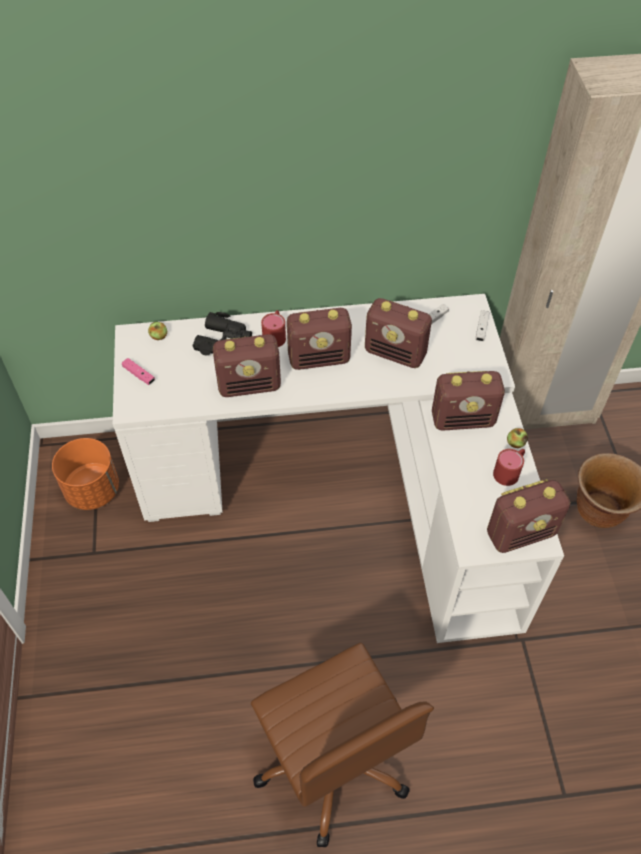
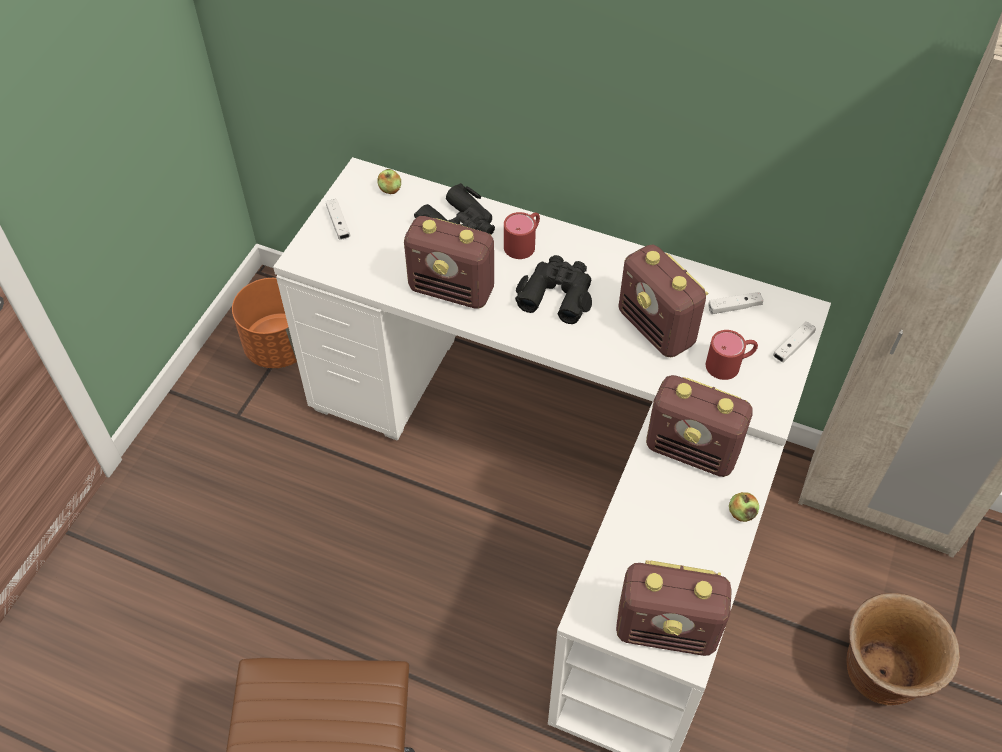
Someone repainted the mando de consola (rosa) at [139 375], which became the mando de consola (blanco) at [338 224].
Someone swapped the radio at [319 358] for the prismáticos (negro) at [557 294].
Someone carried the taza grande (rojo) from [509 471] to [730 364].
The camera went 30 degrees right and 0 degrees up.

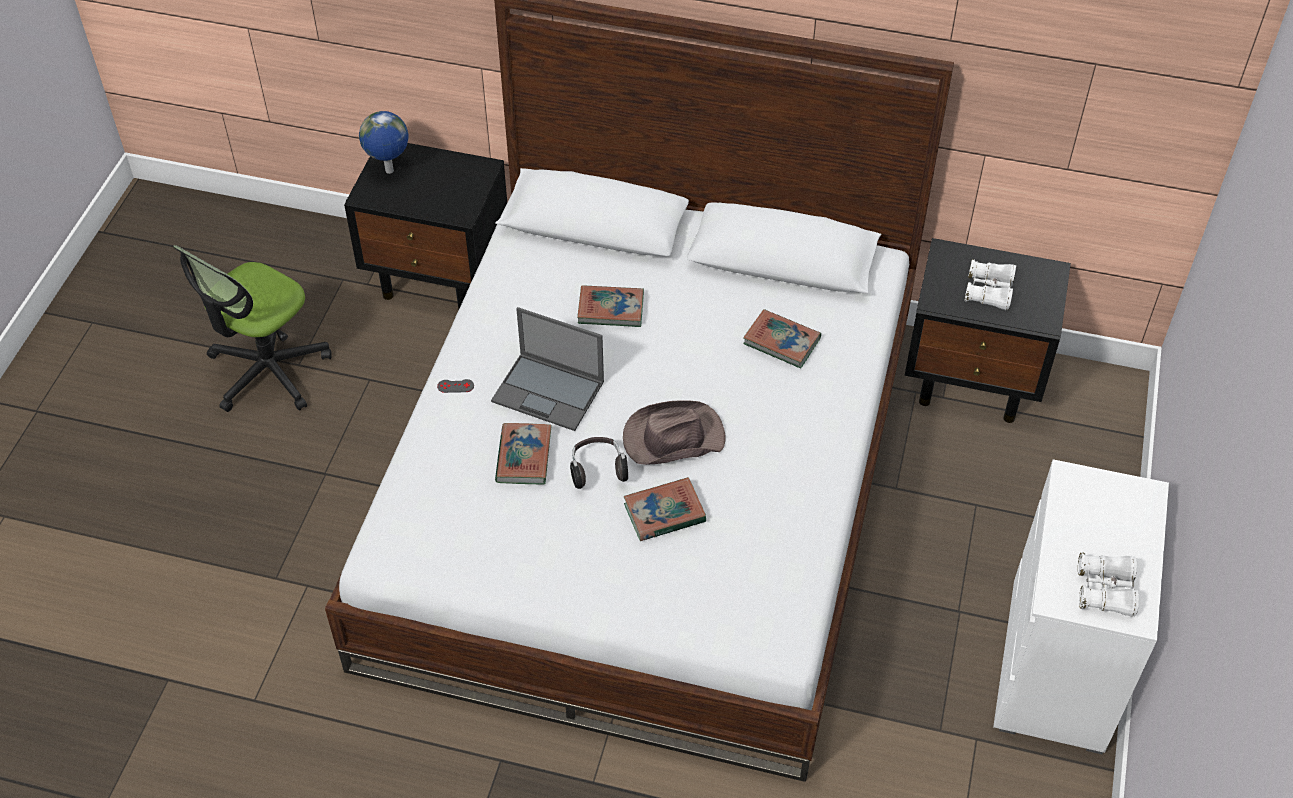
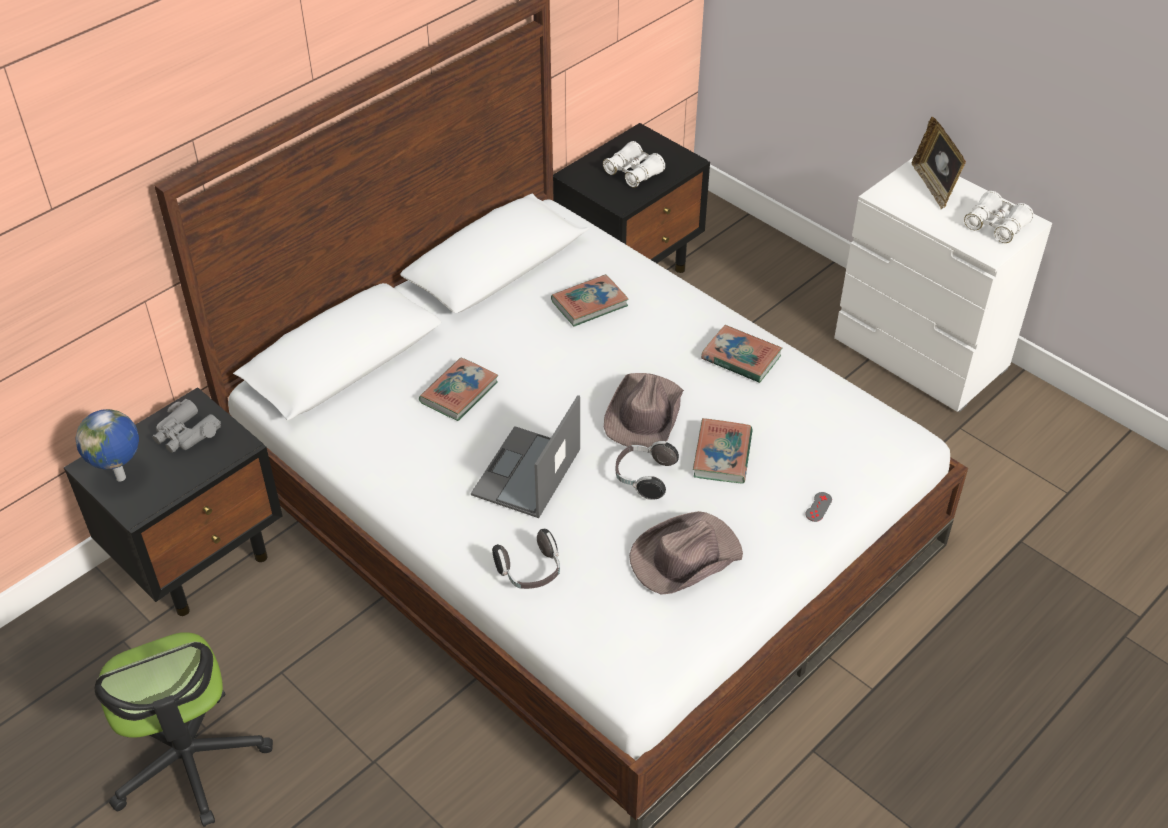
Someone carried the mando de consola (gris) from [455 386] to [818 507].
Someone rotated the portátil at [549 392] by 150 degrees clockwise.
Someone carried the libro from [524 457] to [741 358].
Someone put down the prismáticos (gris) at [185 434].
Someone put down the auriculares at [530 572].
Someone put down the sombrero (marrón) at [684 557].
Someone put down the portarretratos at [934 186].
The camera went 60 degrees left and 5 degrees down.

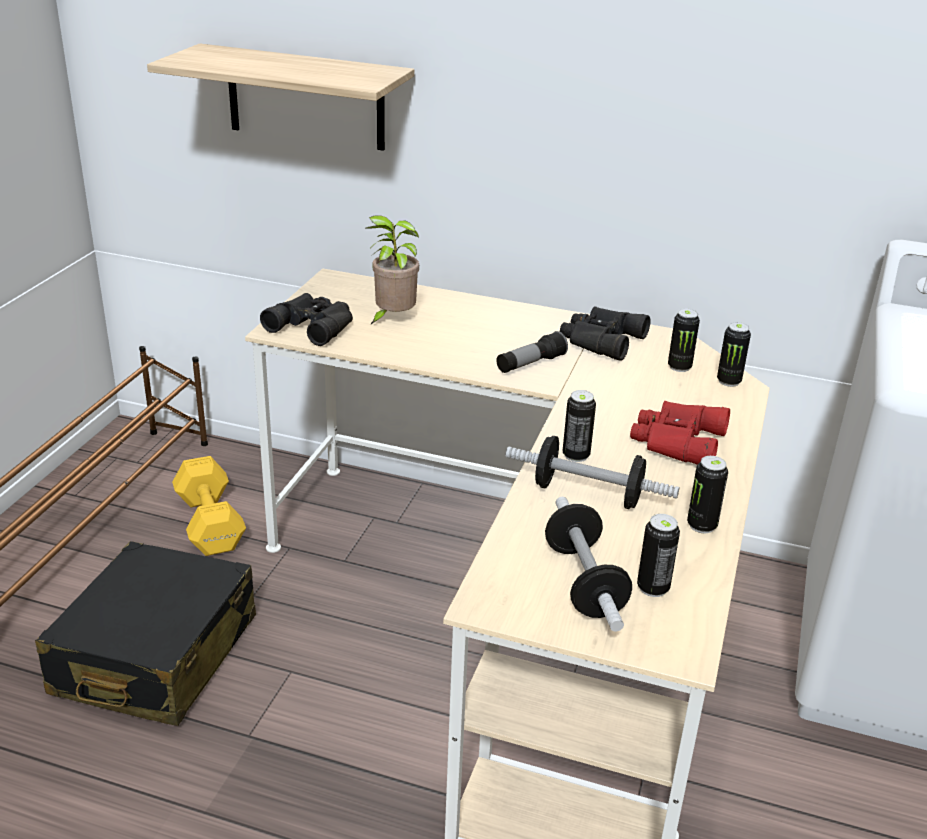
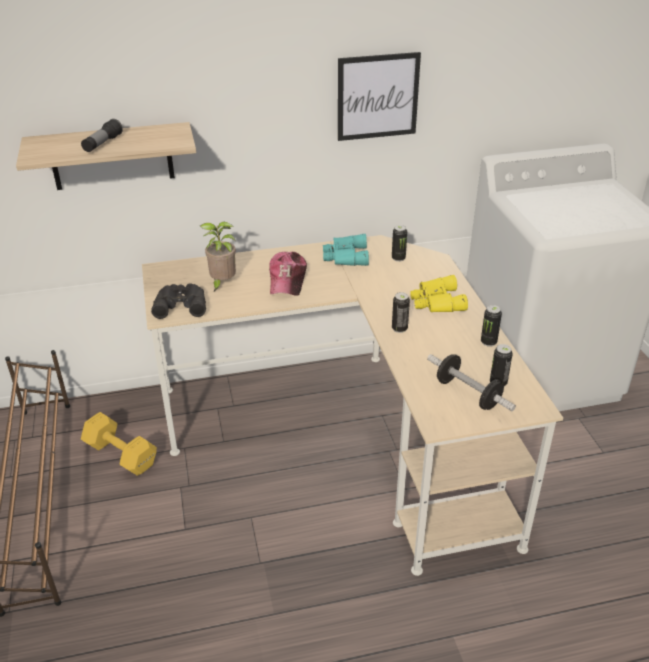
Someone took away the maleta (negro) at [155 656].
Someone carried the linterna from [530 364] to [102 144].
Someone took away the mancuerna at [588 494].
Someone repainted the prismáticos (negro) at [599 340], which became the prismáticos (turquesa) at [345 256].
Someone repainted the prismáticos (rojo) at [676 441], which became the prismáticos (amarillo) at [436 301].
Someone took away the lata at [728 381].
Someone put down the gorra at [287 280].
Someone put up the cuadro at [377 96].
The camera went 30 degrees left and 5 degrees up.

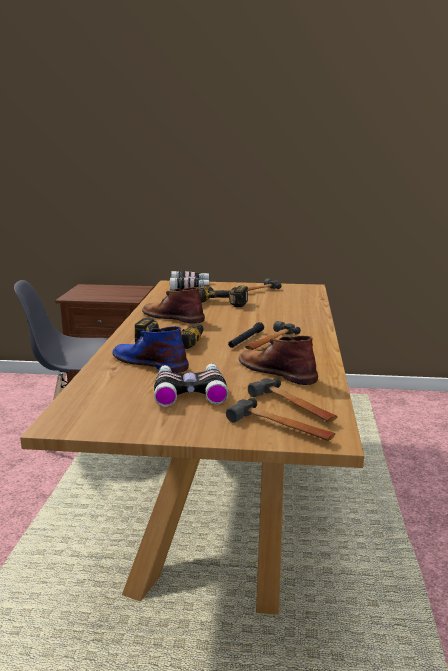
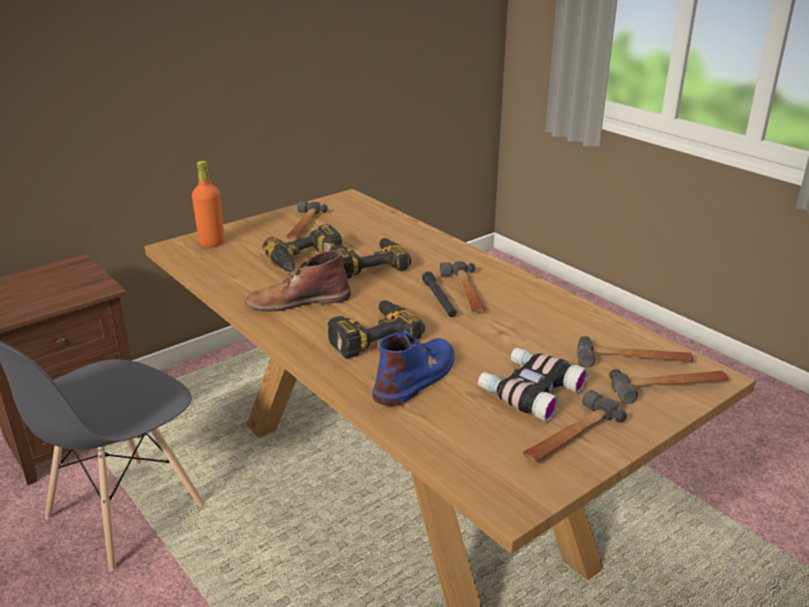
Someone rotated the bota (azul) at [149 362] by 135 degrees clockwise.
Someone swapped the prismáticos at [190 286] for the botella (naranja) at [212 243].
Someone took away the bota (marrón) at [276 371].
Someone put down the taladro at [367 264].
Someone put down the martillo at [570 436].
The camera went 45 degrees left and 10 degrees up.

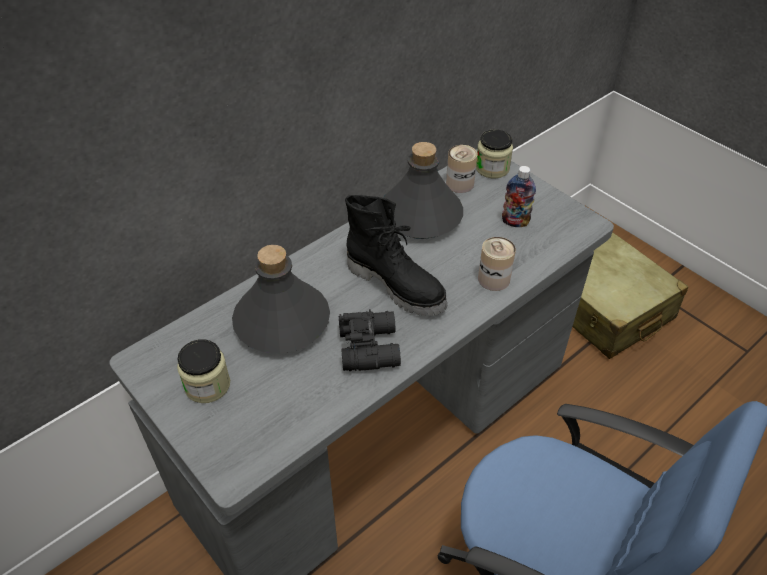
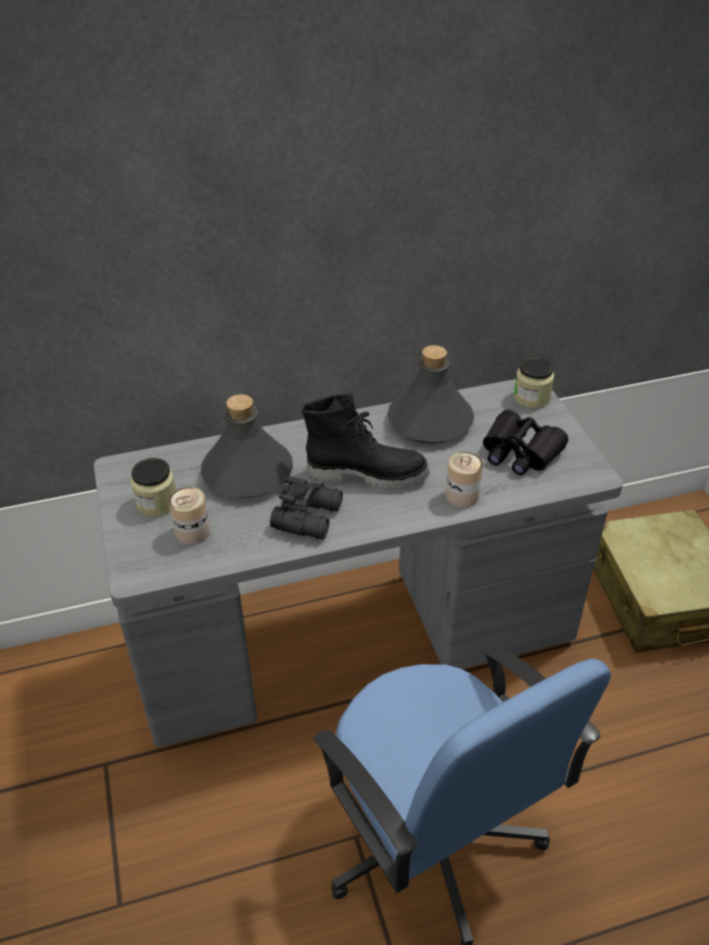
Someone rotated the bota (negro) at [397 285] by 60 degrees counterclockwise.
Someone carried the lata from [459 184] to [192 532].
Someone swapped the botella at [515 222] for the prismáticos (negro) at [520 452].
The camera went 25 degrees right and 5 degrees down.

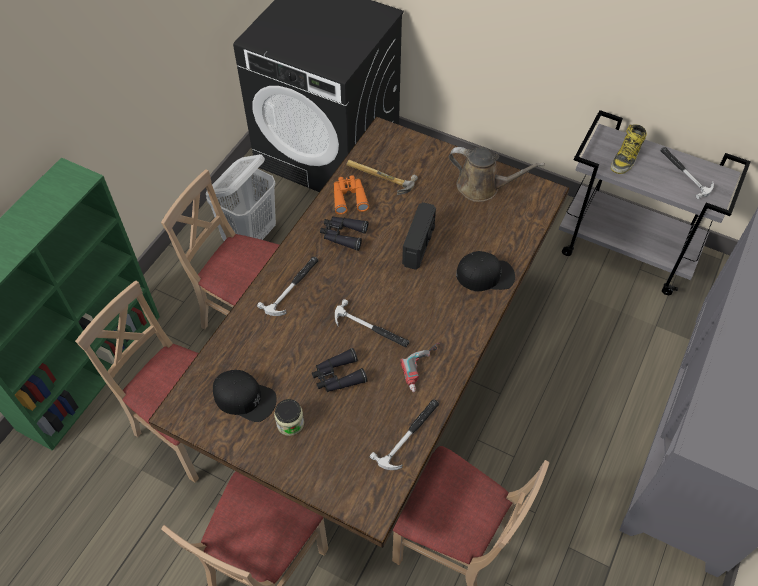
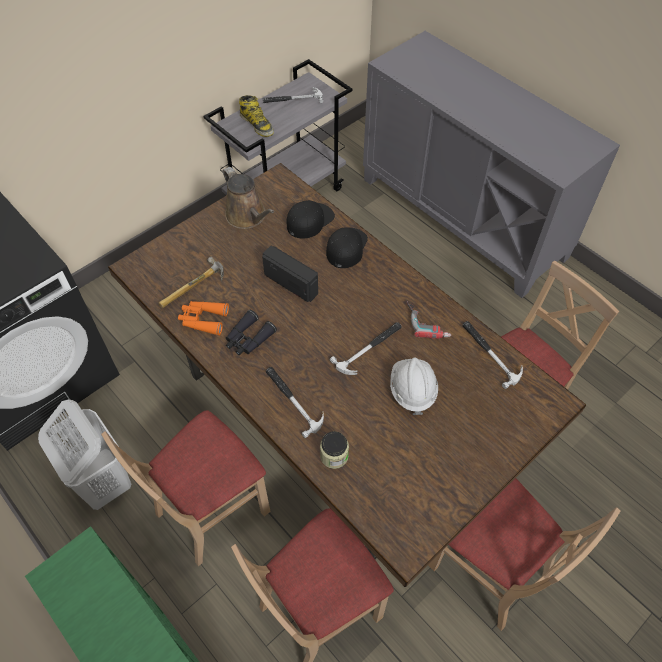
Someone carried the gorra (negro) from [245 398] to [310 220].
Someone carried the tarro from [290 423] to [334 456].
Someone swapped the prismáticos (negro) at [338 376] for the casco (blanco) at [412 390].
Someone rotated the regadera (marrón) at [482 187] by 105 degrees clockwise.
The camera went 70 degrees left and 0 degrees up.

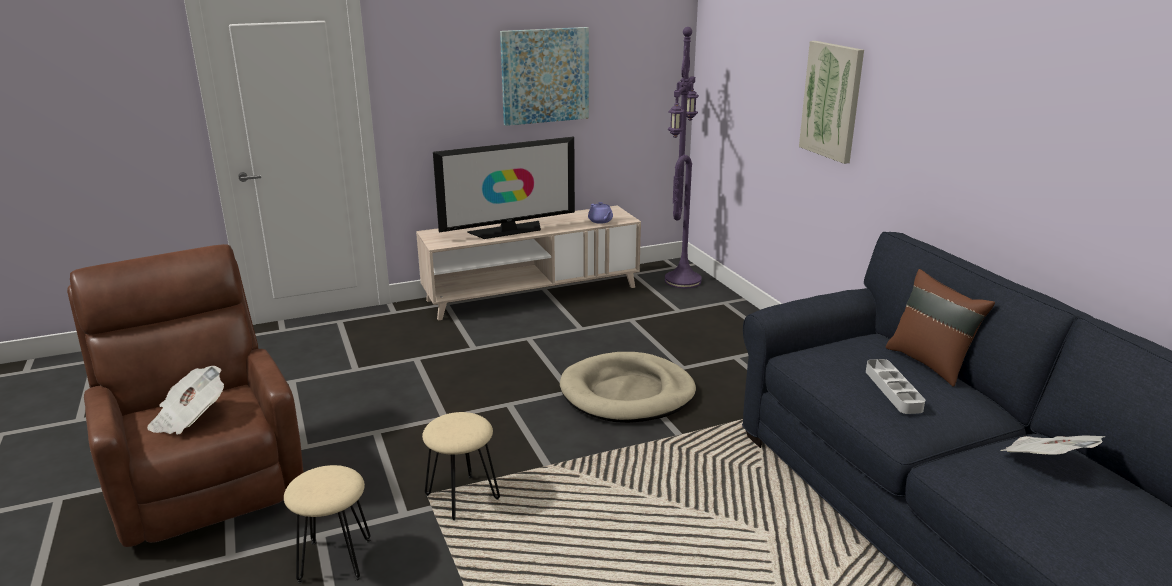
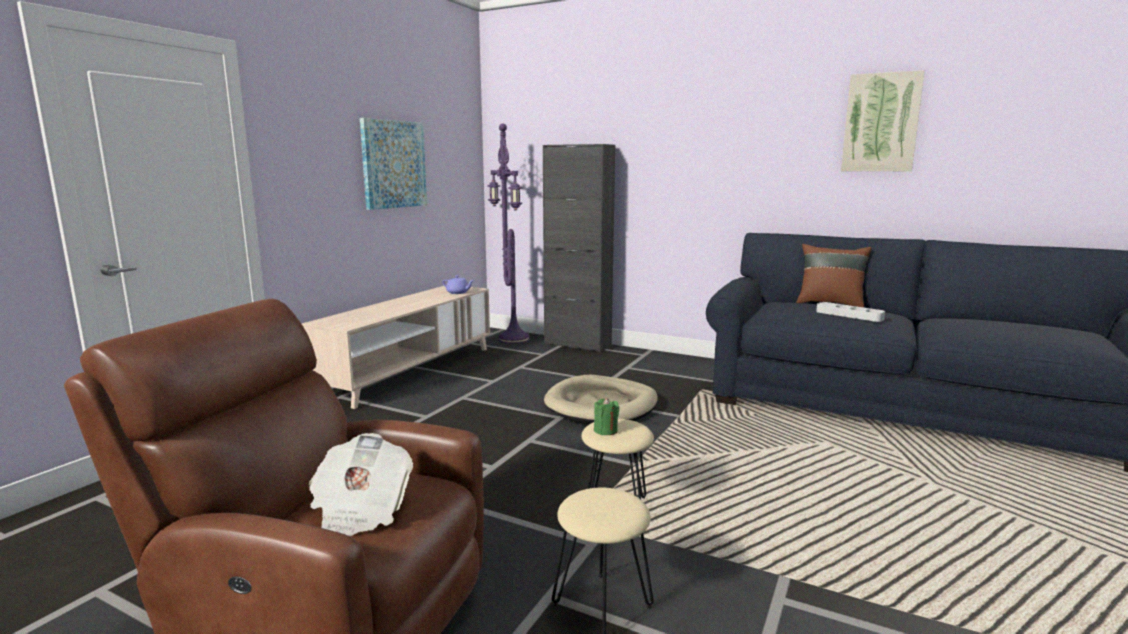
Someone took away the televisor at [508 230].
Someone carried the cuadro from [832 101] to [881 123].
Someone took away the periódico at [1045 463].
Someone put down the armario (negro) at [577 344].
Someone put down the vela (verde) at [605 431].
The camera went 40 degrees left and 10 degrees down.

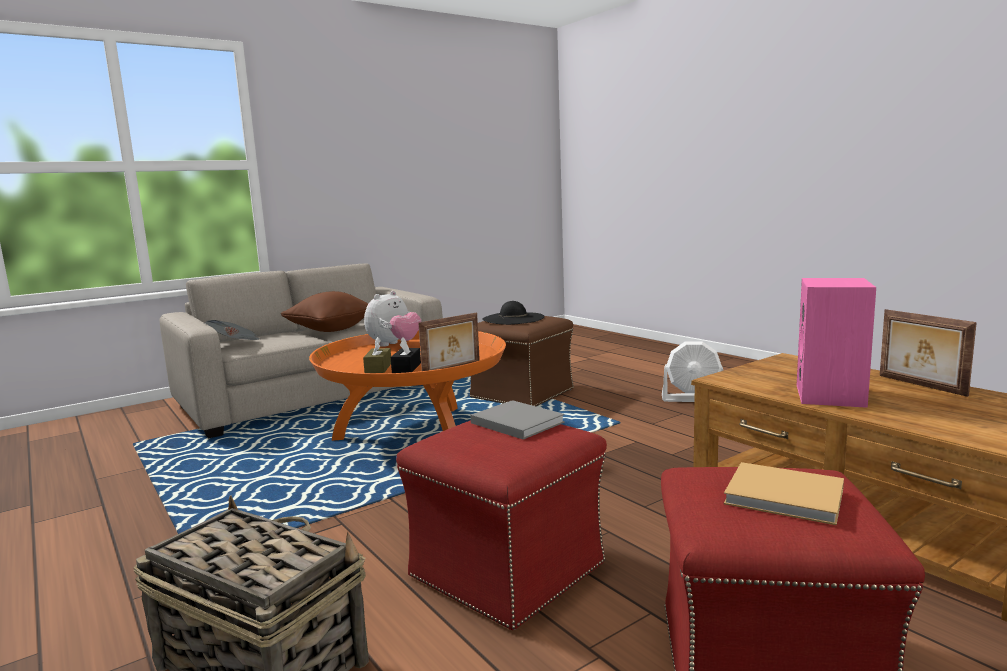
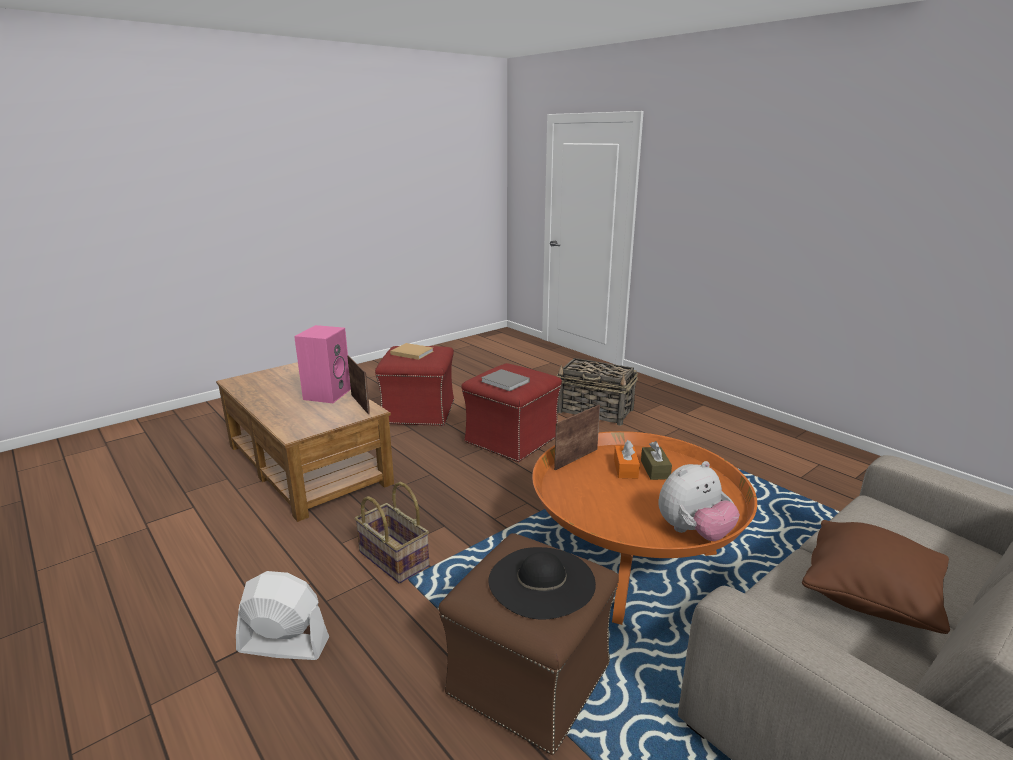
Someone took away the periódico at [234 345].
Someone rotated the peluche at [394 345] by 150 degrees counterclockwise.
Someone repainted the caja de pañuelos (negro) at [406 368], which became the caja de pañuelos (naranja) at [625 468].
Someone carried the portarretratos from [920 385] to [361 404].
Someone put down the cesta at [392 559].
The camera went 175 degrees right and 10 degrees up.

